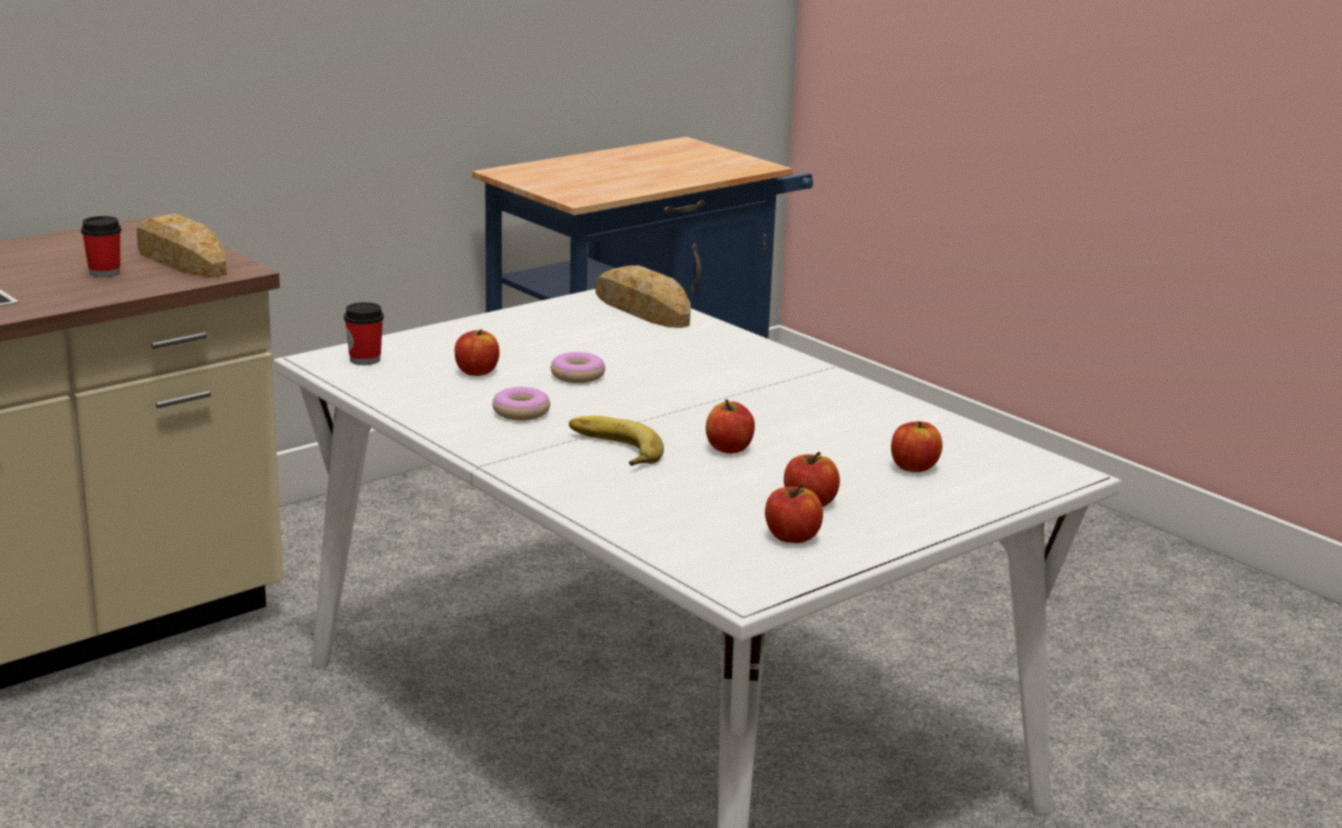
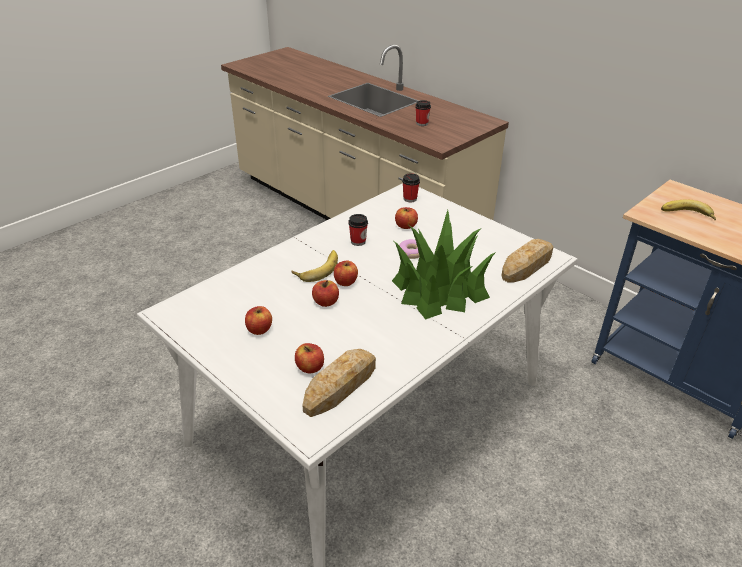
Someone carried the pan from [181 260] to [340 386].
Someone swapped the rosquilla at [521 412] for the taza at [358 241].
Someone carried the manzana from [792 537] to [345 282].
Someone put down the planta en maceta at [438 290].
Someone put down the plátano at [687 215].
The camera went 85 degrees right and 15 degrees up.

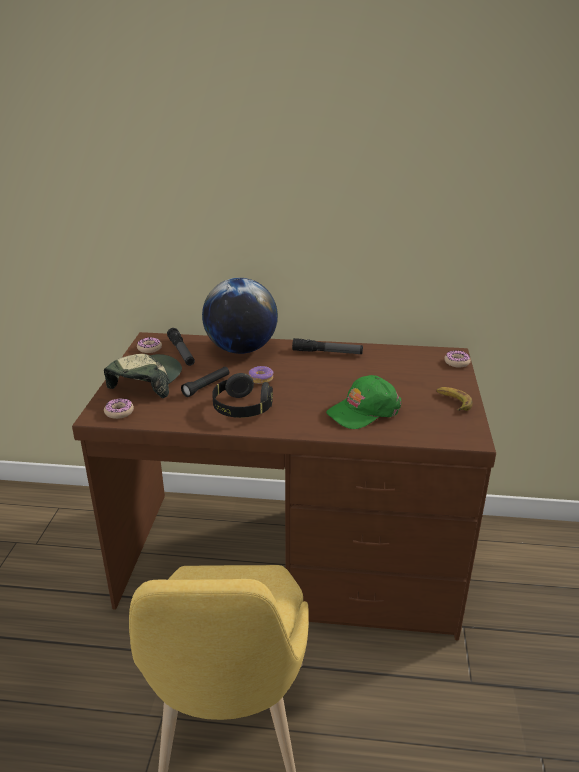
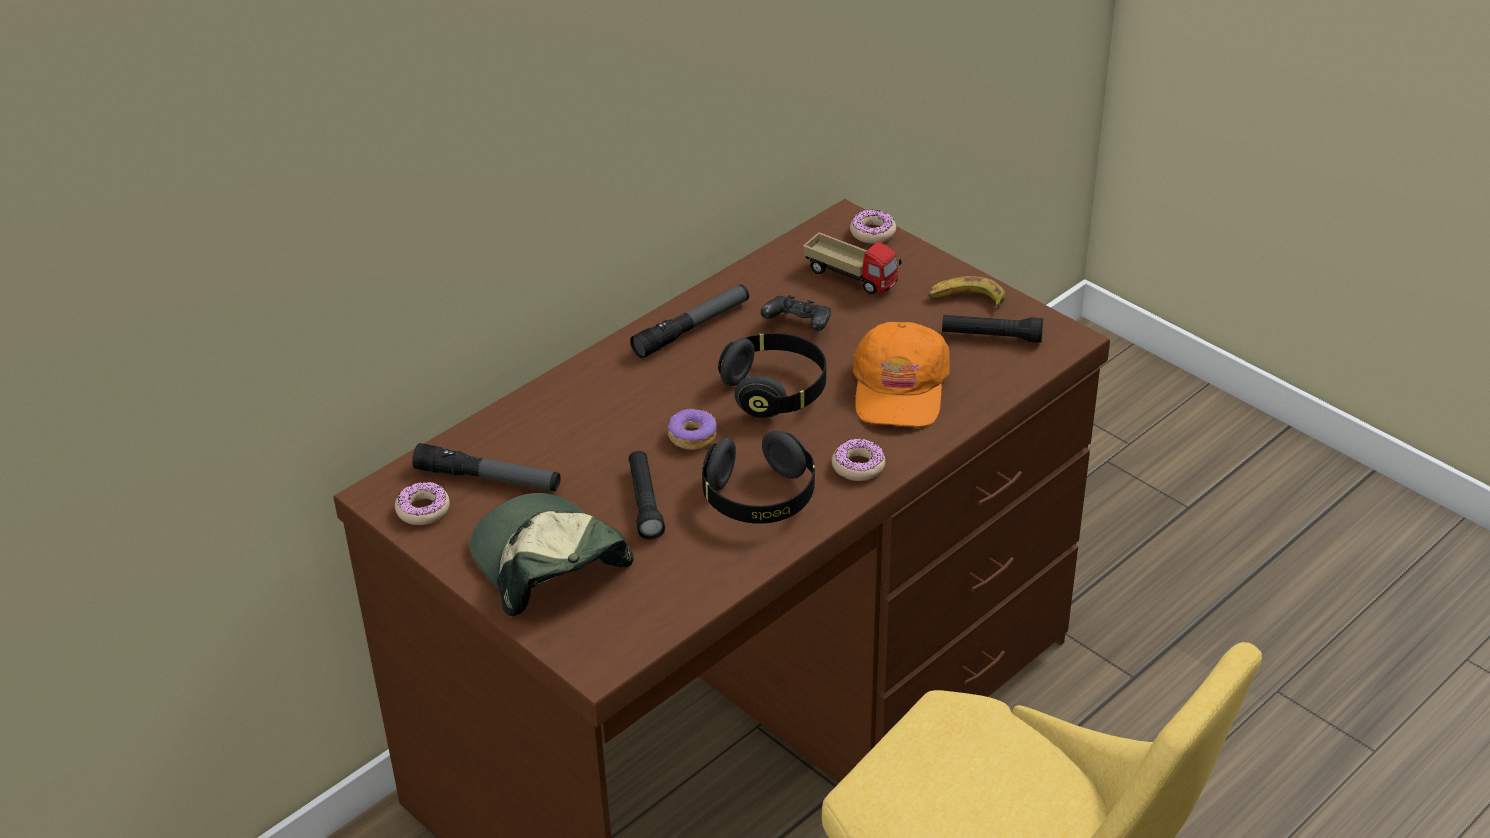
Someone carried the rosquilla from [119 412] to [858 466].
Someone took away the globo terráqueo at [241 349].
Someone repainted the gorra (verde) at [363 411], which became the gorra (naranja) at [900 388].
Someone put down the auriculares (negro) at [775 391].
Someone put down the mando de consola (negro) at [798 326].
Someone put down the camión de juguete at [851 277].
Someone put down the linterna (negro) at [991 336].
The camera went 50 degrees left and 10 degrees up.

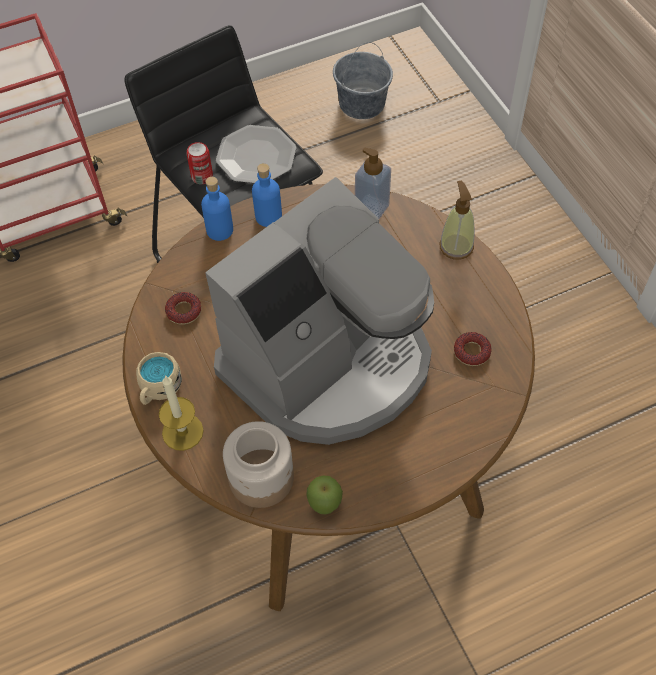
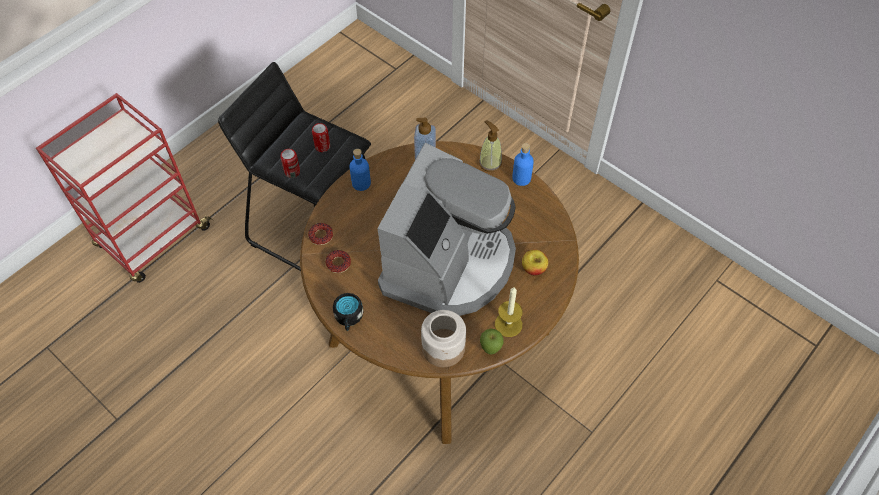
Someone repainted the taza grande (beis) at [158 389], which became the taza grande (negro) at [348 318].
Someone carried the vela from [182 432] to [508 324].
Someone carried the botella (azul) from [220 230] to [521 178].
Someone swapped the plato at [256 156] for the lata at [322 146].
Someone took away the cubo (gris) at [361 104].
Someone carried the rosquilla from [472 352] to [321 236].
Someone put down the manzana at [533 268].
The camera went 25 degrees left and 0 degrees up.

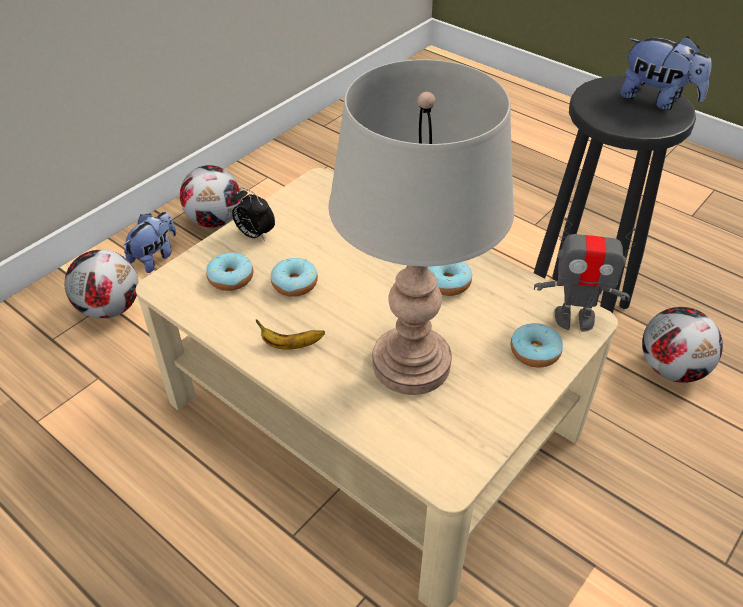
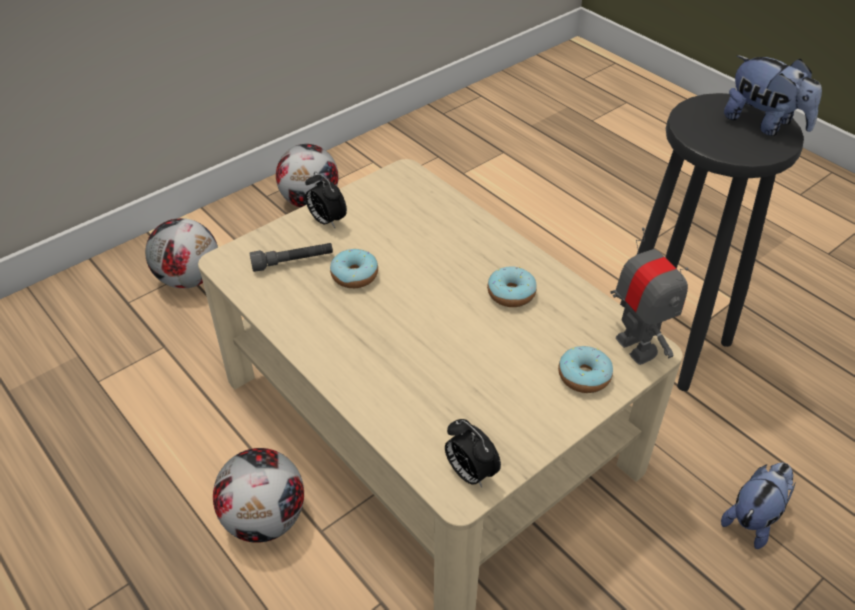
Someone carried the peluche from [155 257] to [753 518].
Someone swapped the rosquilla at [231 278] for the linterna (gris) at [293 262].
Someone took away the plátano at [290 345].
Someone took away the lámpara de mesa (gris) at [411 364].
Someone rotated the robot de juguete at [574 318] by 135 degrees counterclockwise.
Someone carried the balón de fútbol from [671 368] to [266 518].
Someone put down the despertador at [469 473].
The camera went 10 degrees right and 0 degrees up.

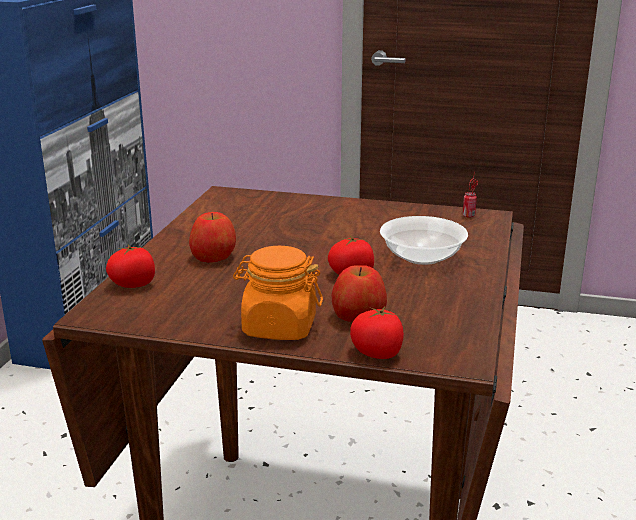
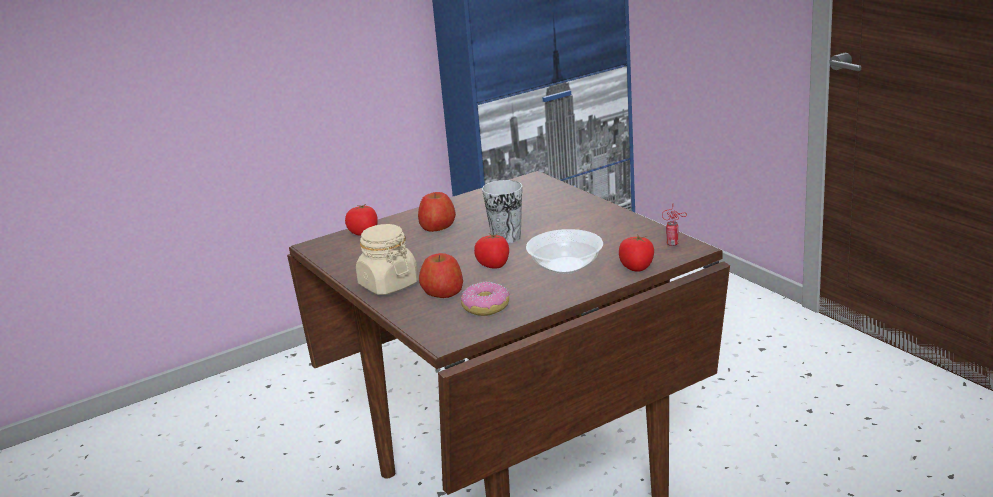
Someone repainted the tarro (naranja) at [279 327], which became the tarro (beis) at [388 285].
Someone carried the tomate from [377 353] to [636 267].
Someone put down the rosquilla at [485 307].
Someone put down the taza at [506 237].
The camera went 45 degrees right and 0 degrees up.

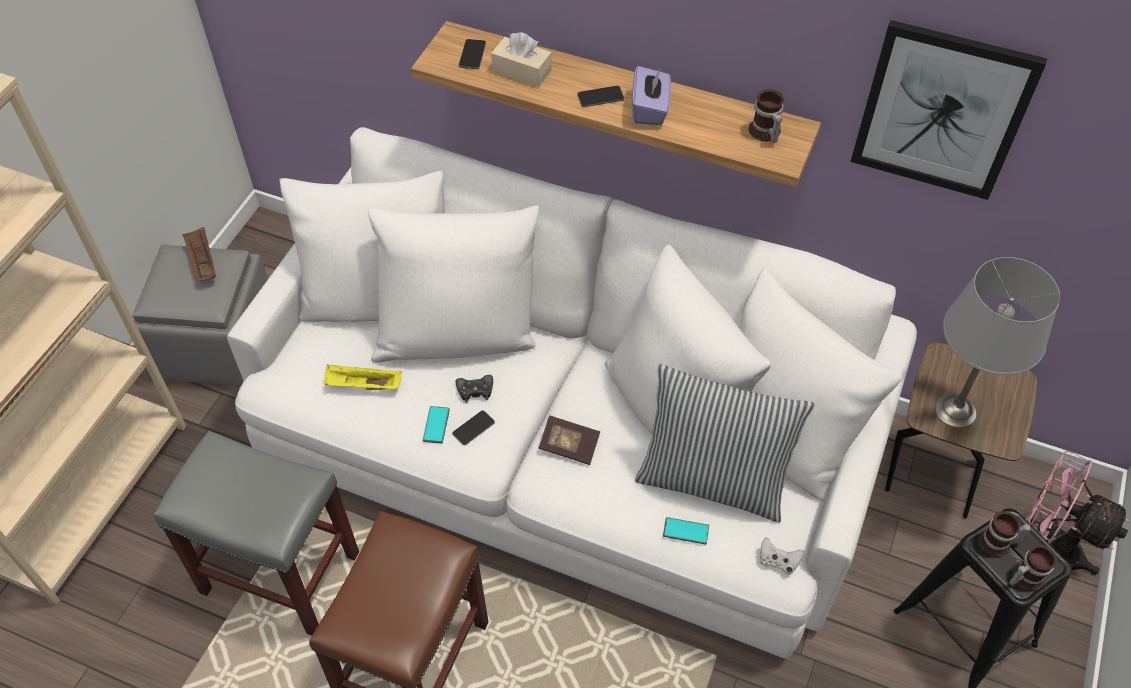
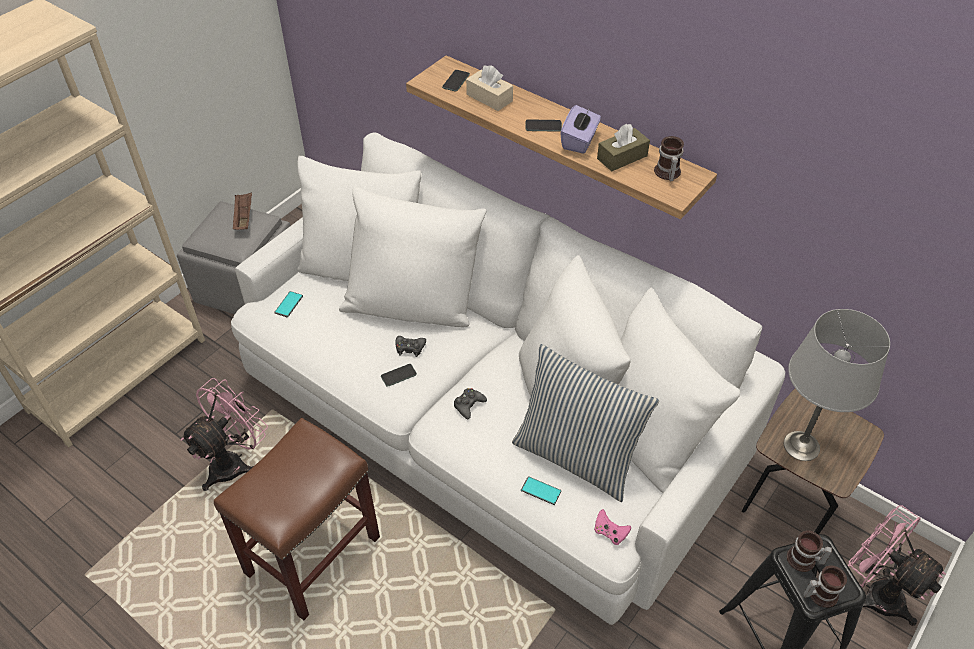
Someone swapped the taburete (gris) at [278 573] for the ventilador (rosa) at [234 462].
Someone took away the bandeja (amarillo) at [363 385].
Someone carried the móvil from [436 425] to [289 304].
Someone swapped the libro at [569 446] for the mando de consola (negro) at [468 405].
Someone repainted the mando de consola (blanco) at [778 562], which became the mando de consola (rosa) at [610 533].
Someone took away the cuadro at [942 111].
Someone put down the caja de pañuelos (marrón) at [622 157].
The camera went 15 degrees right and 5 degrees down.

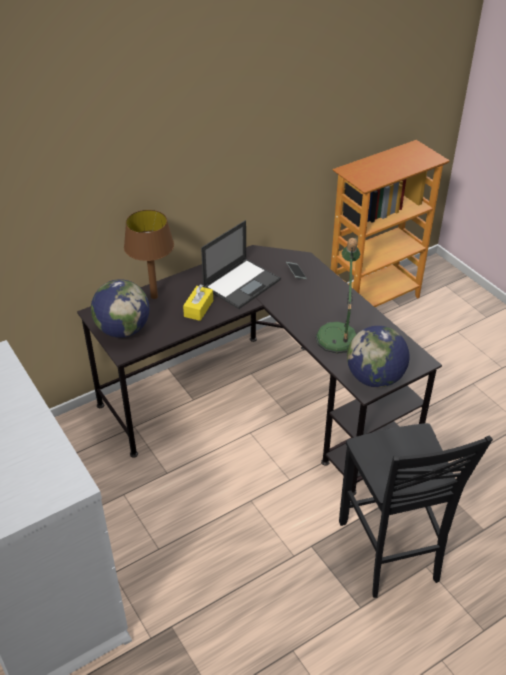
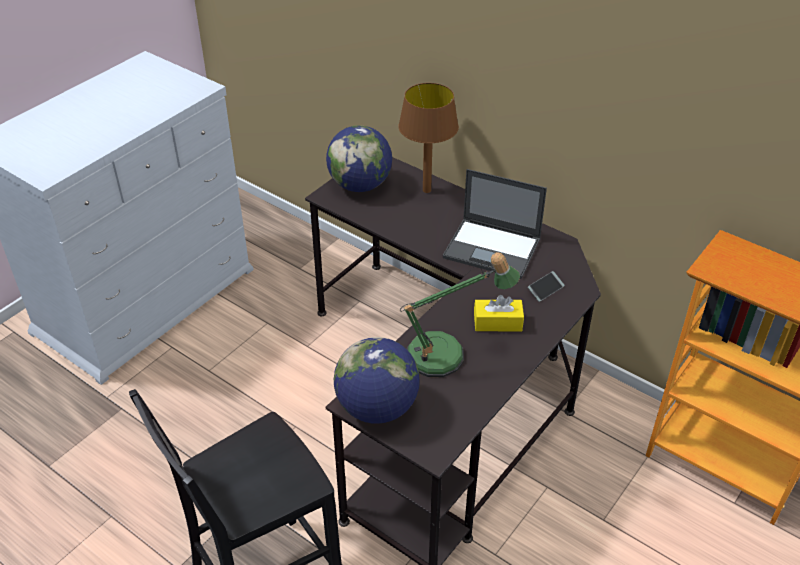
Someone carried the caja de pañuelos (amarillo) from [198 308] to [497 322].
The camera went 70 degrees right and 0 degrees up.

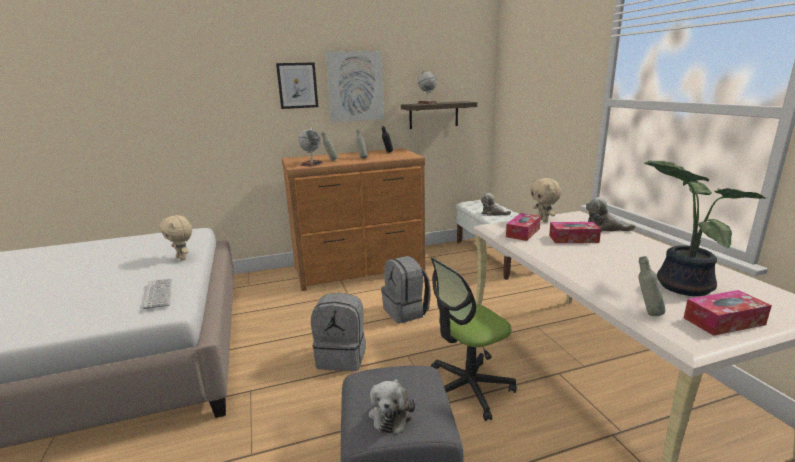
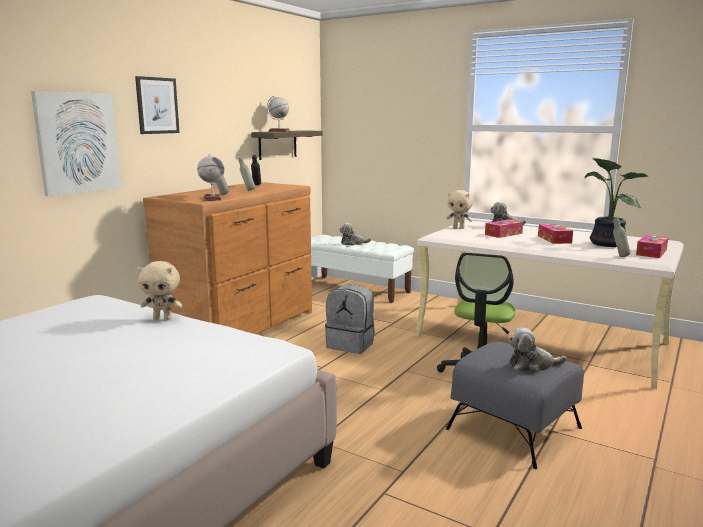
Someone took away the teclado at [159 294].
Someone took away the mochila (gris) at [342 357].
Someone carried the cuadro from [355 86] to [77 142].
Someone rotated the peluche at [391 414] by 120 degrees clockwise.
Someone carried the caja de pañuelos from [523 232] to [554 239].
The camera went 40 degrees left and 5 degrees down.

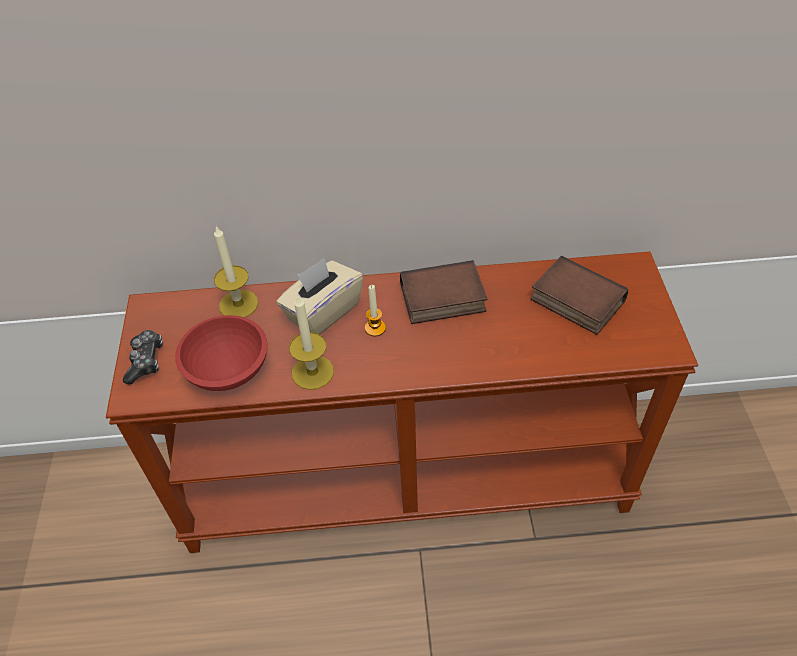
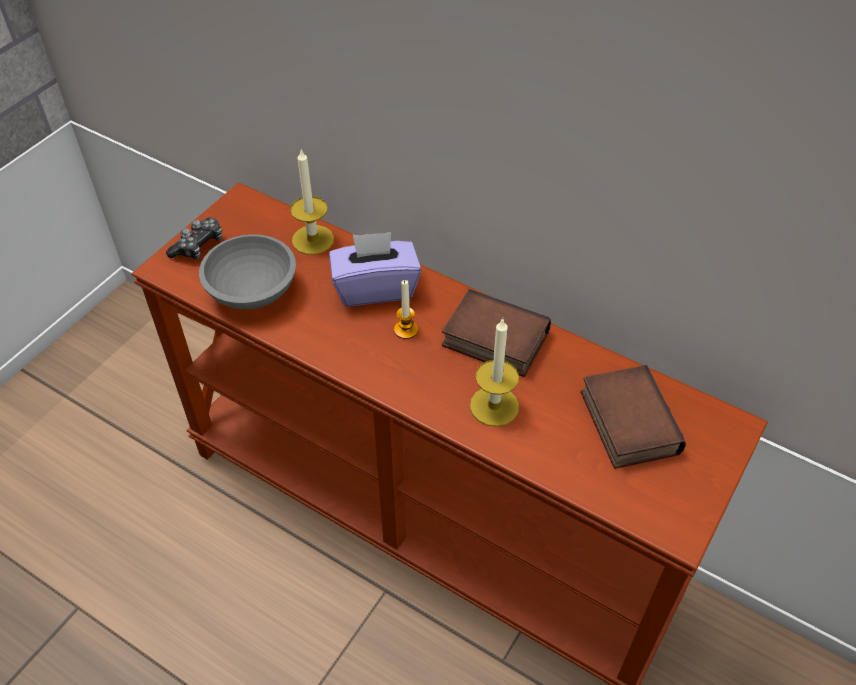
Someone repainted the cuenco (rojo) at [227 370], which became the cuenco (gris) at [250 291].
Someone repainted the caja de pañuelos (beis) at [323 312], which became the caja de pañuelos (morado) at [375 288].
Someone carried the vela from [312 372] to [494 406].
The camera went 35 degrees right and 0 degrees up.

